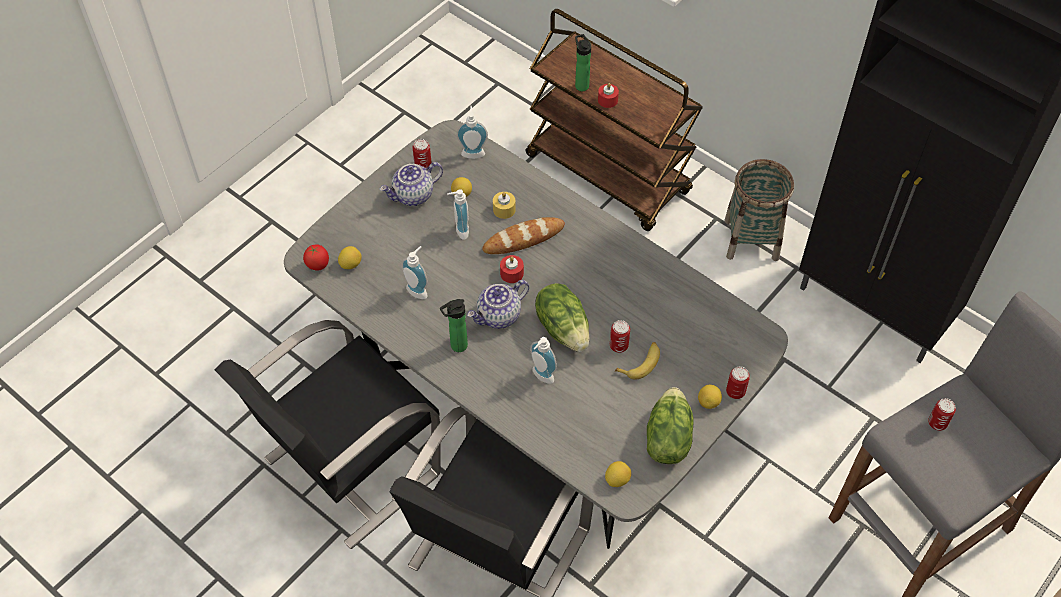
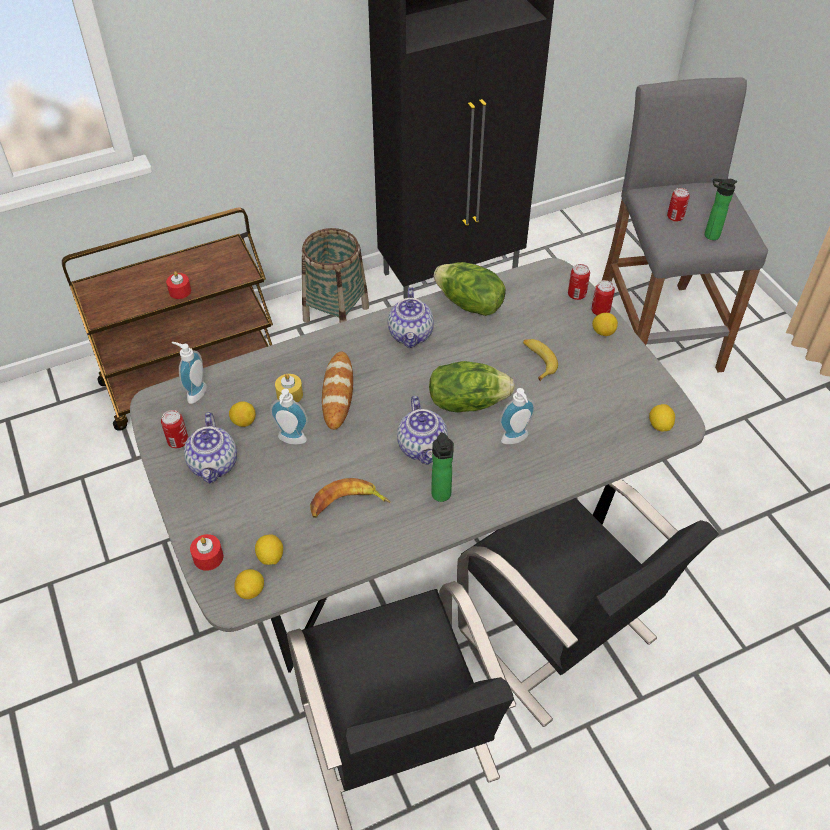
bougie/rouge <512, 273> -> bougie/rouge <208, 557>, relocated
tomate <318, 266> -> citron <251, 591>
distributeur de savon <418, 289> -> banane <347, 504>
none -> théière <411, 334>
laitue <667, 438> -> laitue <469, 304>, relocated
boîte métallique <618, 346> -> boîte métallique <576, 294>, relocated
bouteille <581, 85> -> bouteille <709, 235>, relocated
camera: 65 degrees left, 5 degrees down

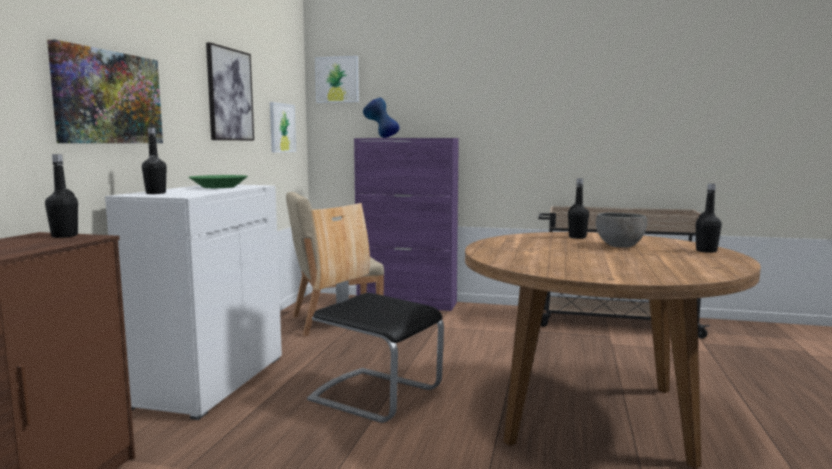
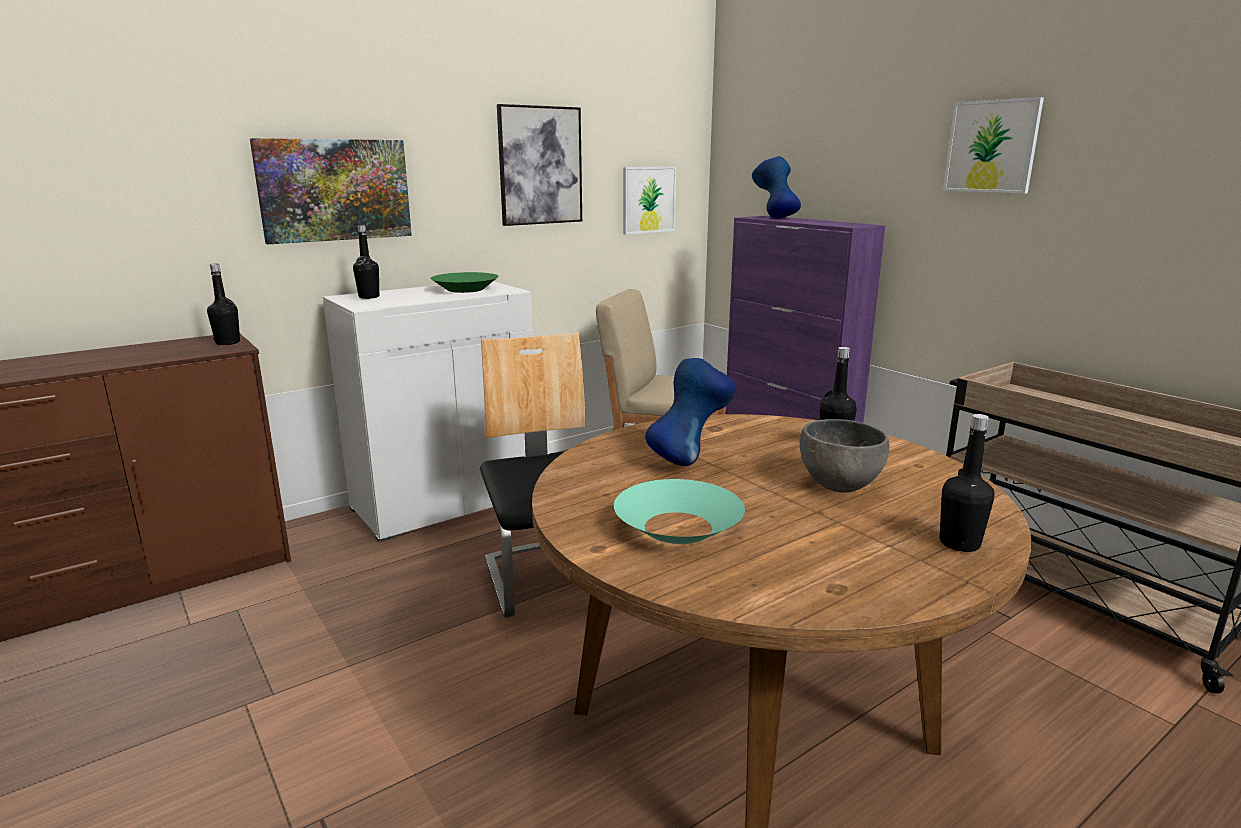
none -> bol/turquoise <678, 527>
none -> vase/bleu <688, 460>
tableau <337, 79> -> tableau <991, 146>, relocated
camera: 40 degrees right, 10 degrees up

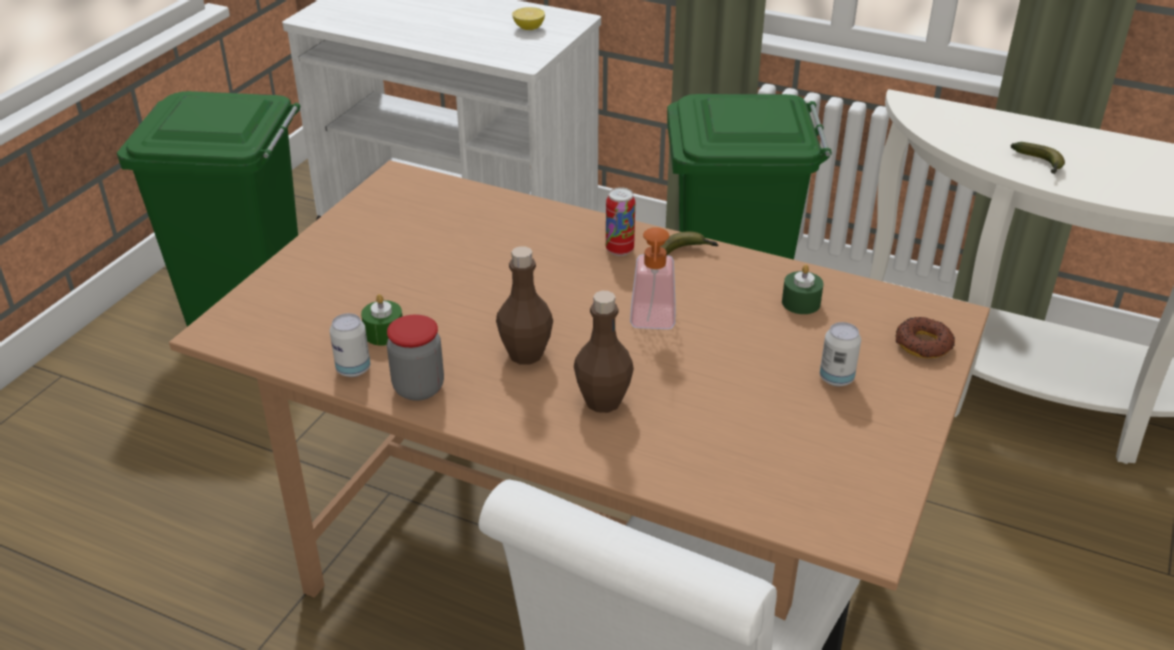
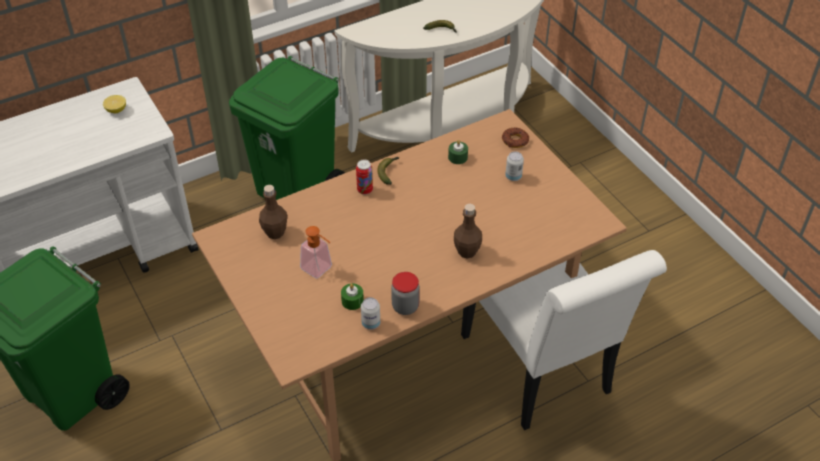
bouteille/marron <525, 354> -> bouteille/marron <275, 232>, relocated
distributeur de savon <652, 323> -> distributeur de savon <320, 270>, relocated
camera: 55 degrees left, 10 degrees up

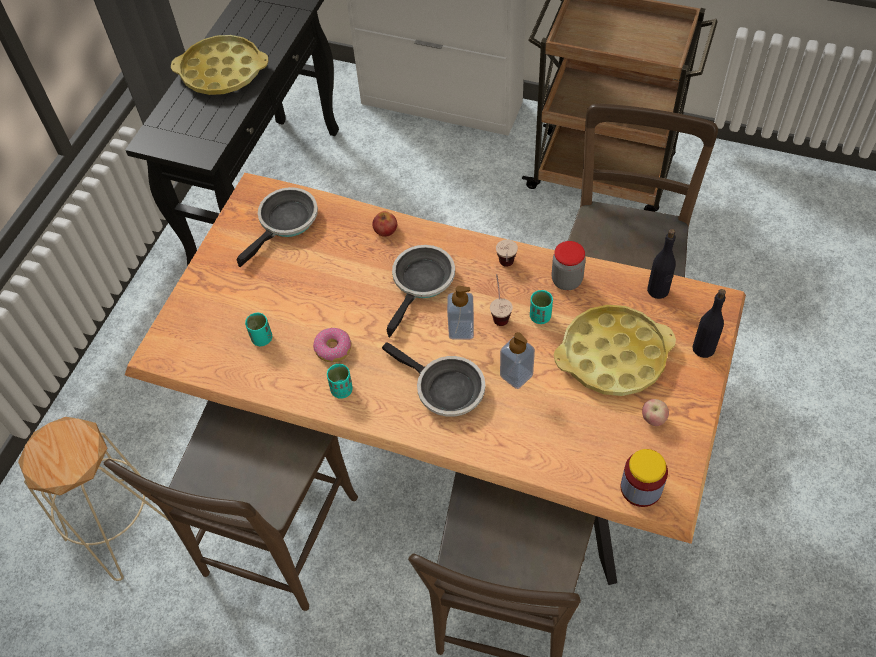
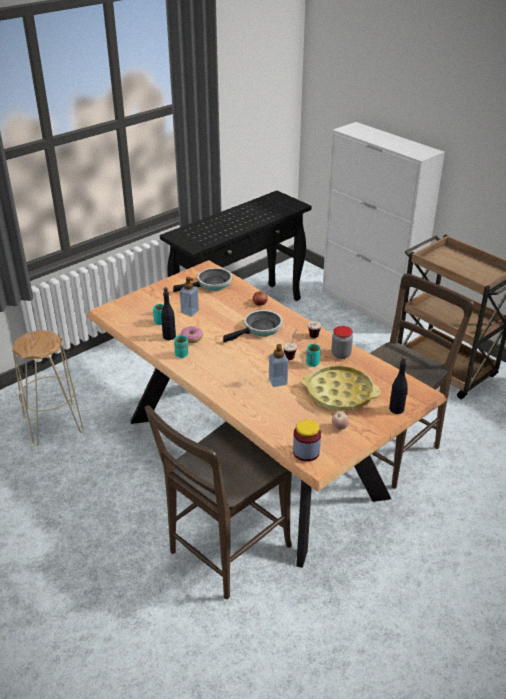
bouteille/noir <658, 290> -> bouteille/noir <169, 336>, relocated
distributeur de savon <461, 330> -> distributeur de savon <189, 312>, relocated
chaise/marron <275, 543> -> none
plateau/jaune <222, 72> -> none
poêle <445, 389> -> none
camera: 25 degrees right, 20 degrees down

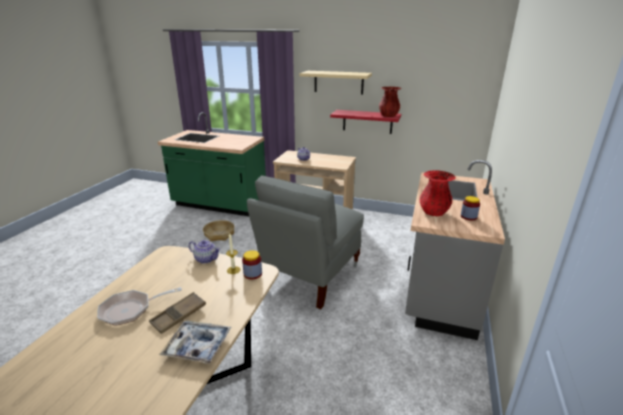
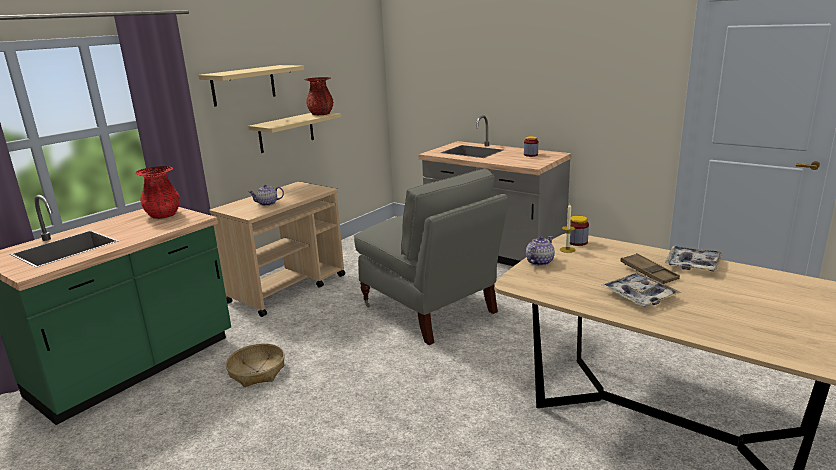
vase/rouge <433, 212> -> vase/rouge <163, 215>, relocated
étagère/rouge <367, 121> -> étagère/beige <286, 132>
poêle <130, 310> -> plateau <639, 296>
camera: 70 degrees left, 5 degrees down

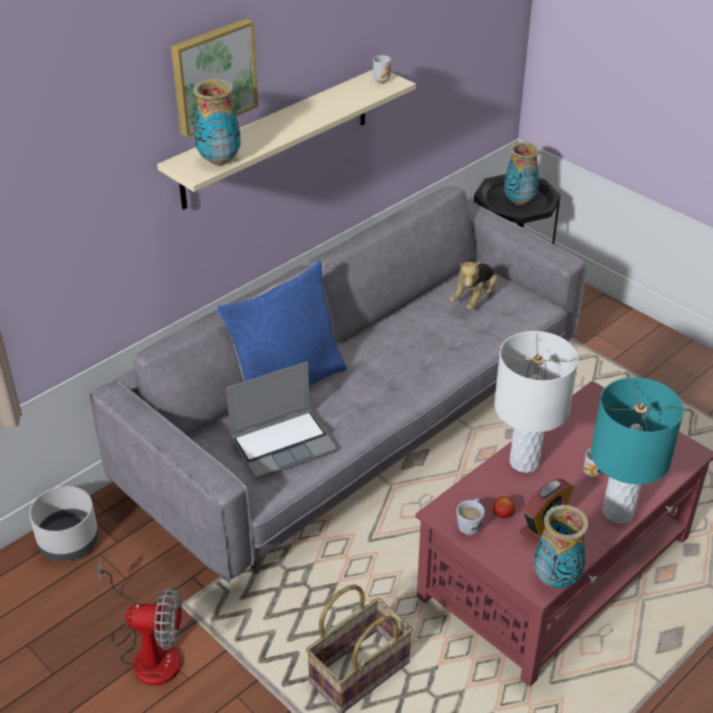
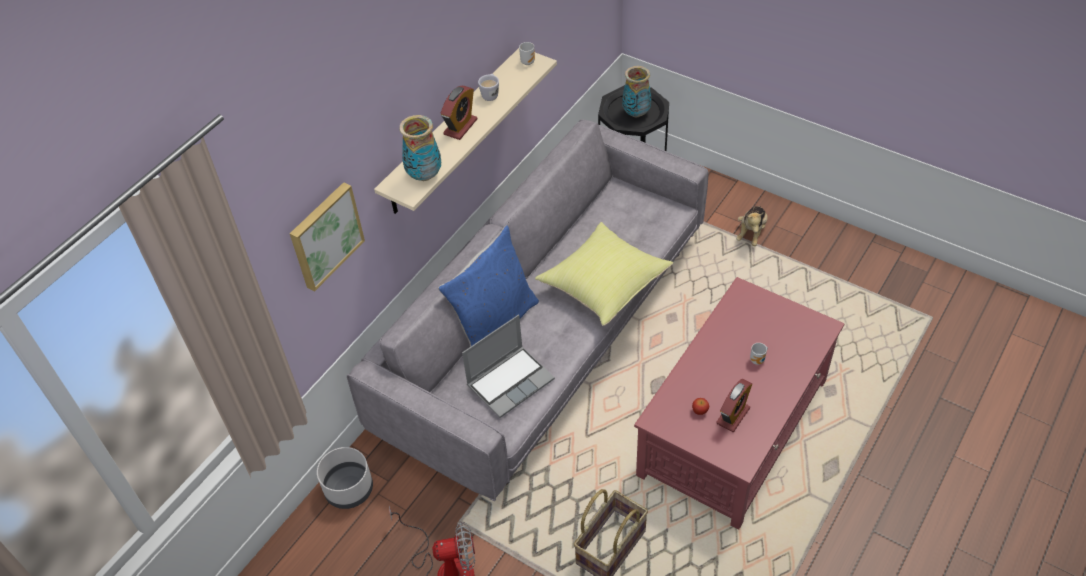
tableau <212, 76> -> tableau <325, 235>, relocated
none -> réveil <460, 127>
mug/blanc <470, 524> -> mug/blanc <490, 94>, relocated
none -> coussin/jaune <604, 284>
peluche <474, 298> -> peluche <751, 232>, relocated
lampe de table/blanc <524, 462> -> none
vase <555, 579> -> none
lampe de table/turquoise <618, 512> -> none
camera: 10 degrees left, 10 degrees up

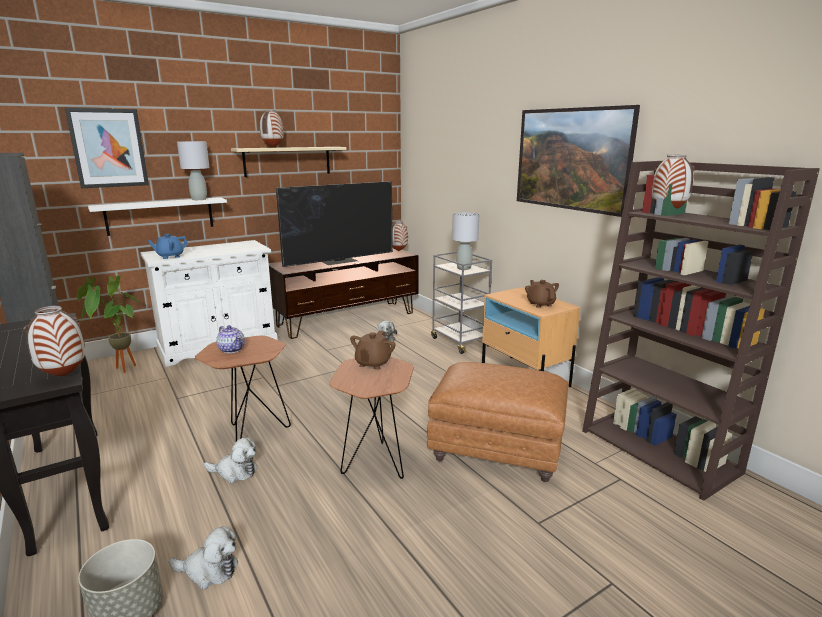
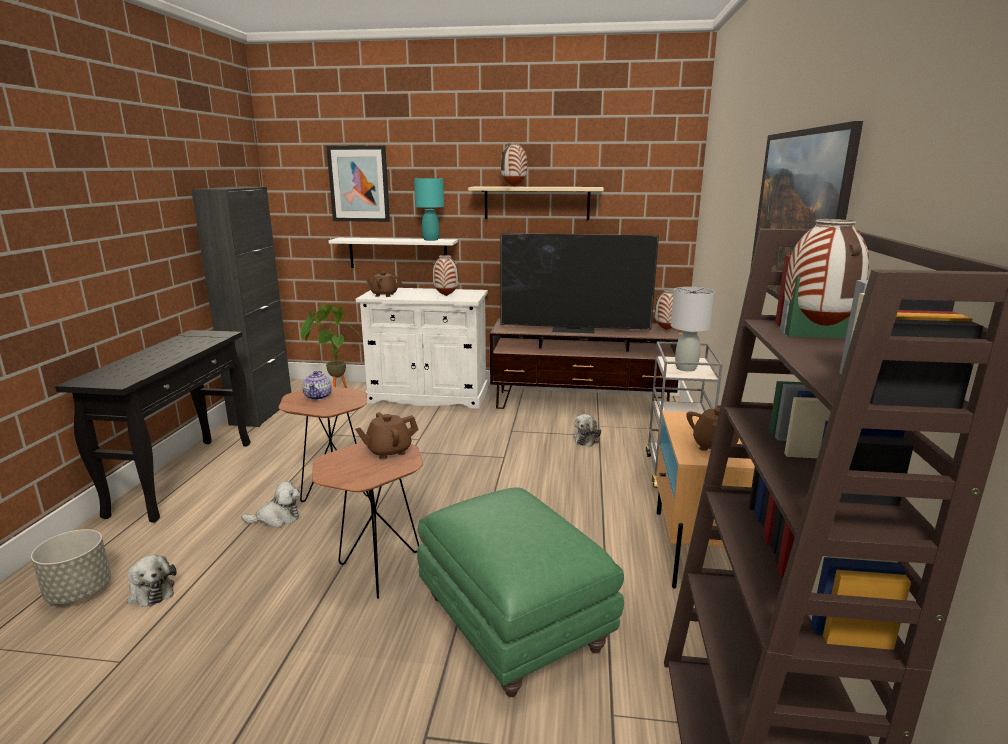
peluche <235, 472> -> peluche <277, 518>, 60 degrees counterclockwise
théière/bleu <170, 256> -> théière/marron <384, 295>
lampe de table/gris <199, 199> -> lampe de table/turquoise <431, 240>
pouf/marron <498, 450> -> pouf/vert <515, 625>
vase <64, 375> -> vase <446, 296>, relocated
camera: 40 degrees right, 0 degrees up

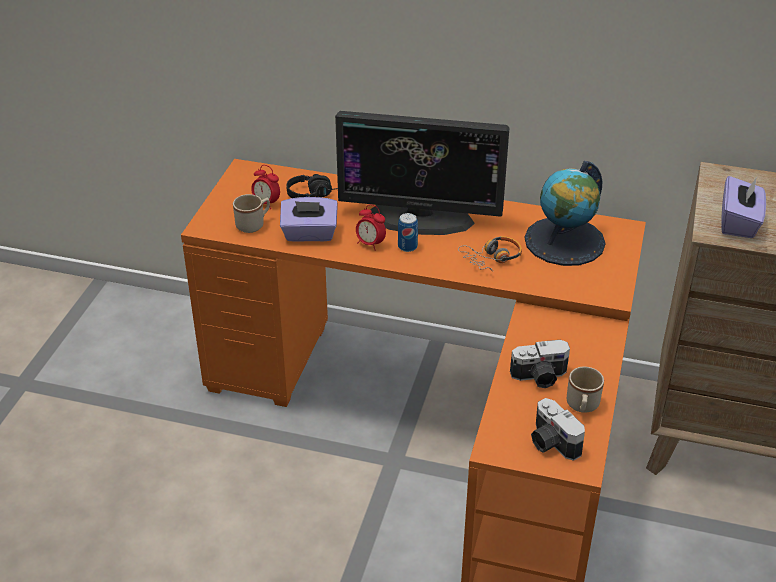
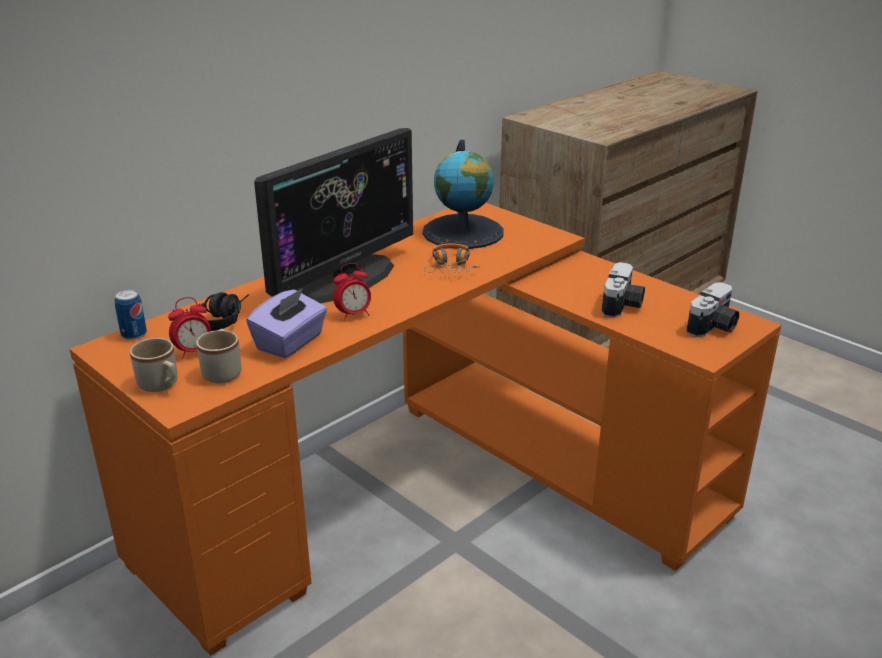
boîte métallique <407, 247> -> boîte métallique <134, 334>, relocated
mug/beige <582, 406> -> mug/beige <161, 385>, relocated
appareil photo <551, 443> -> appareil photo <714, 327>, 45 degrees counterclockwise
boîte à mouchoirs/violet <739, 223> -> none
camera: 60 degrees left, 10 degrees down

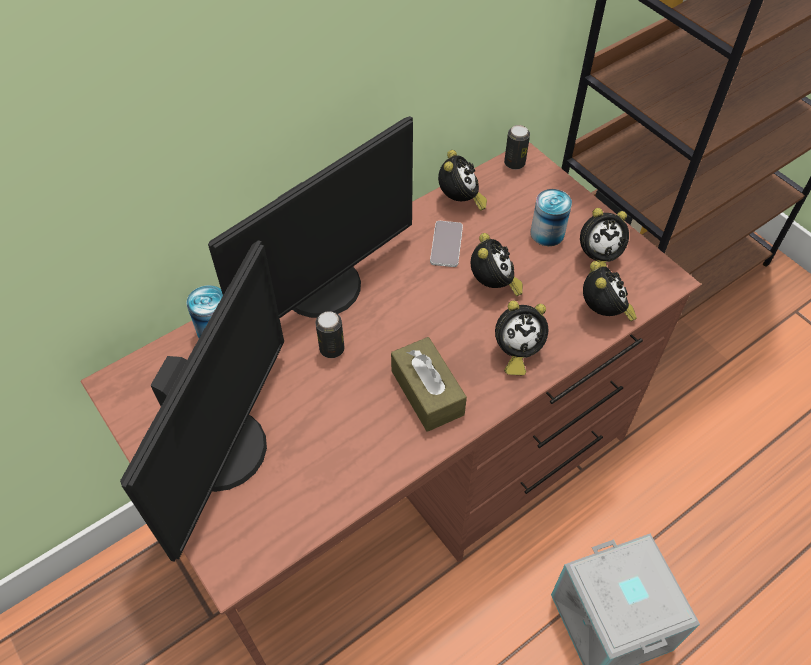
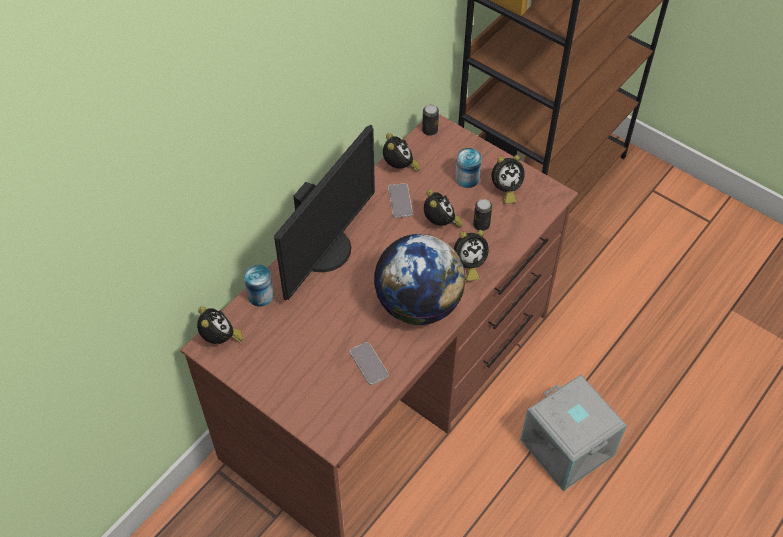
réveil <603, 312> -> réveil <220, 339>, relocated
none -> téléphone <369, 364>
boîte à mouchoirs/marron <427, 392> -> globe <419, 304>
boîte métallique <332, 349> -> boîte métallique <481, 225>, relocated
écran d'ordinateur <226, 450> -> none
camera: 15 degrees left, 0 degrees up

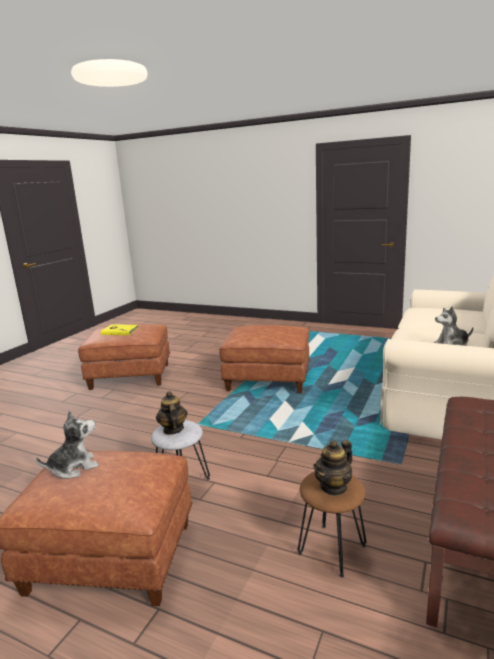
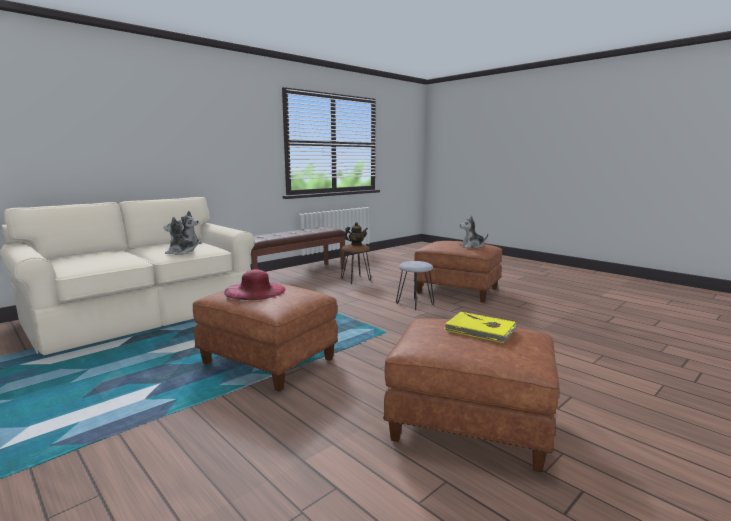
none -> peluche <181, 252>
none -> chapeau/rose <255, 291>
théière <173, 429> -> none
camera: 160 degrees left, 5 degrees down

